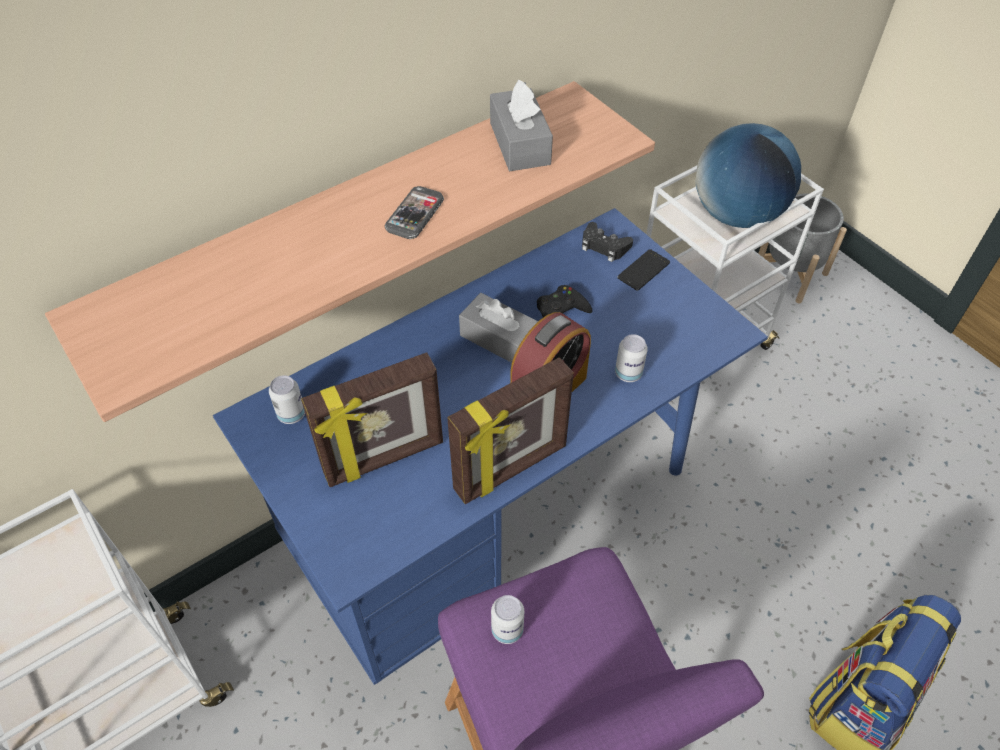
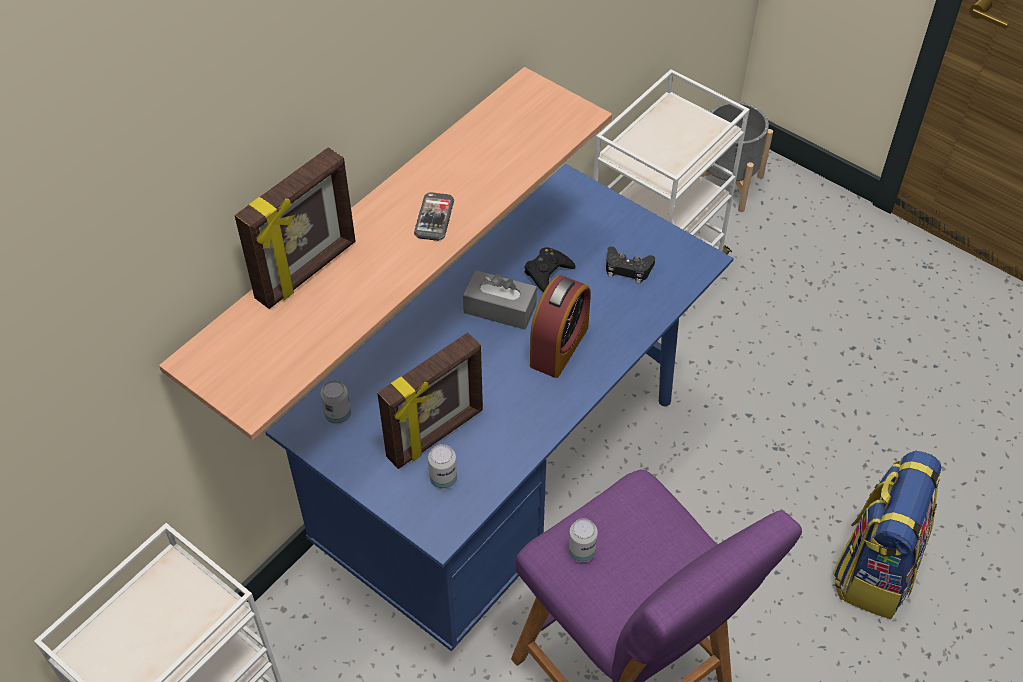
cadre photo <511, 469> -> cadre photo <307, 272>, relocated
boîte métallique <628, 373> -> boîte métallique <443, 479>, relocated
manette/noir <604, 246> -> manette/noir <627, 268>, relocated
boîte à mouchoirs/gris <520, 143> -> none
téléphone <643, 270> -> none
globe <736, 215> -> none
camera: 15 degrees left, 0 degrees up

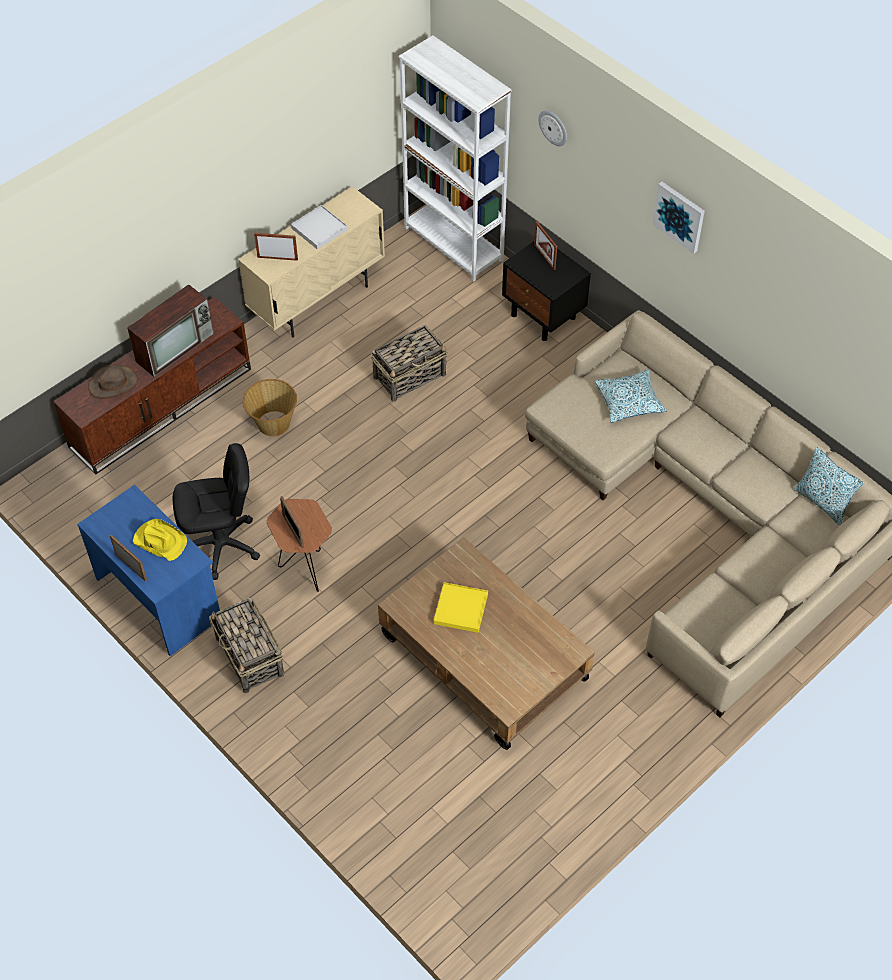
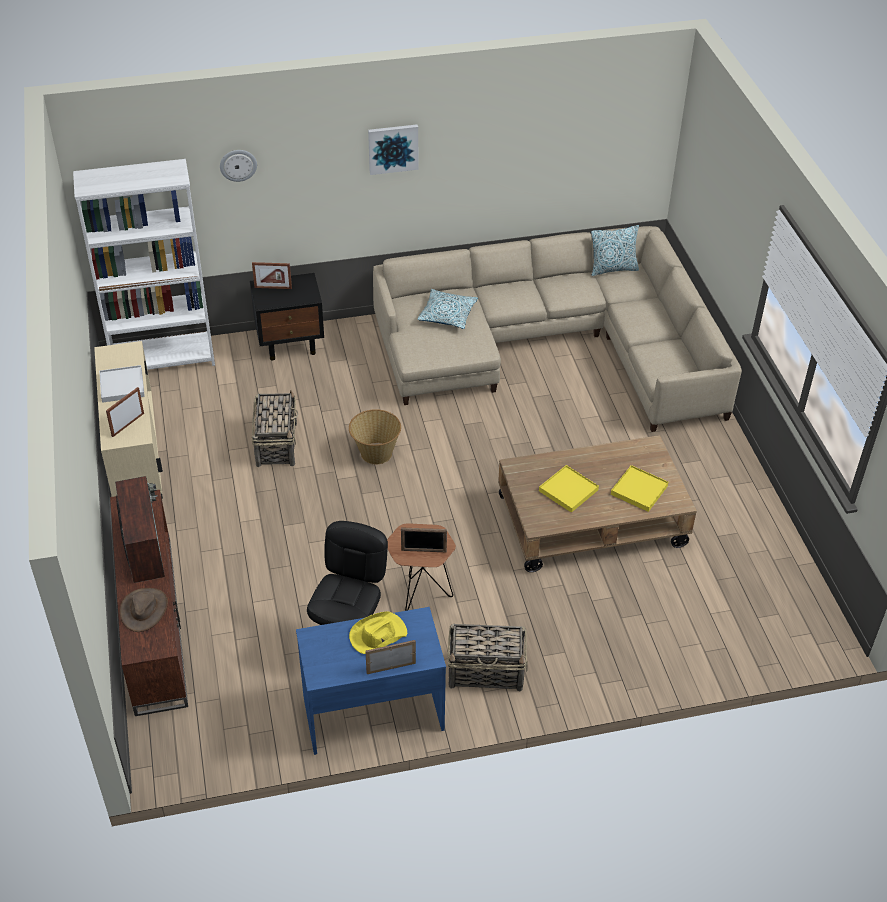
panier <273, 423> -> panier <375, 453>, relocated
none -> plateau/jaune <639, 490>
camera: 60 degrees left, 10 degrees down

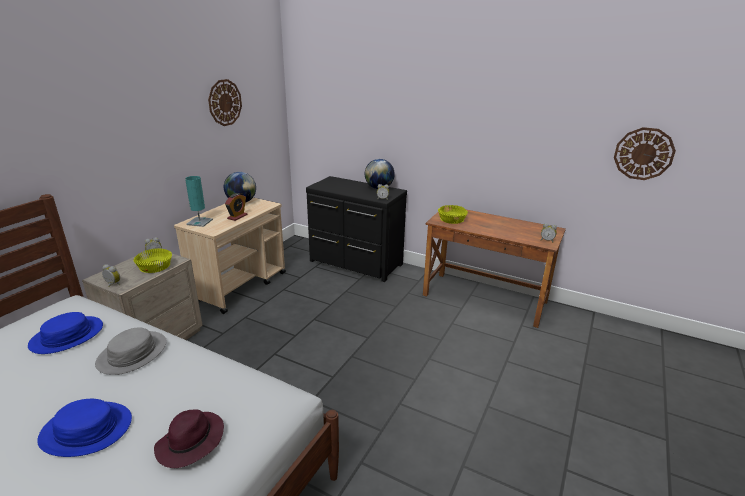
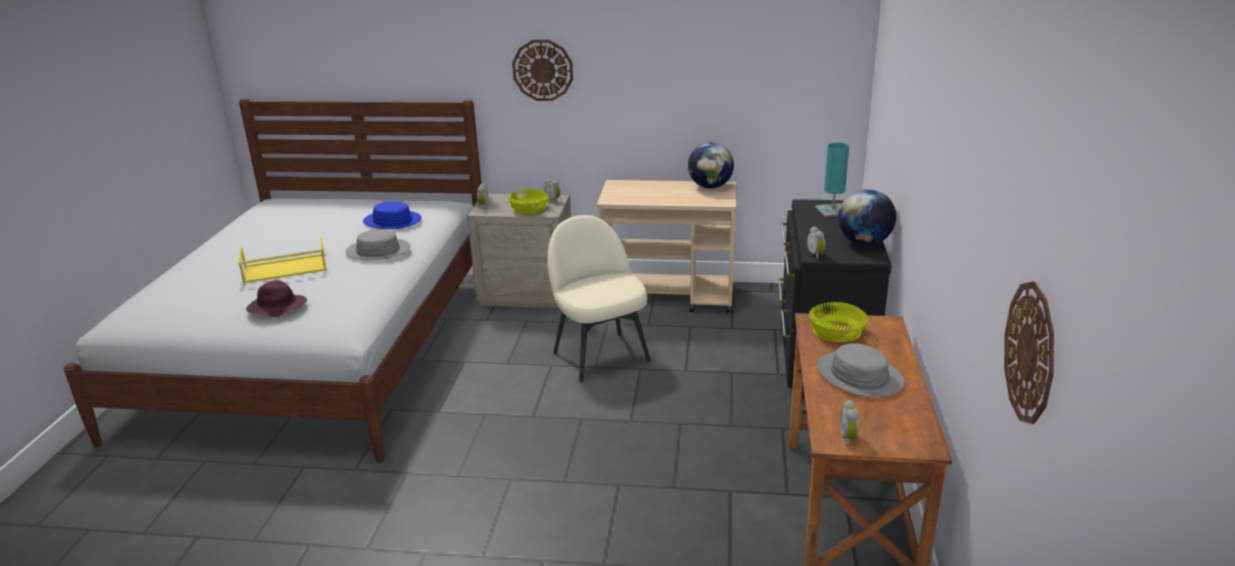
chapeau/bleu <86, 430> -> plateau/jaune <284, 269>
horloge murale <225, 102> -> horloge murale <543, 70>, relocated
none -> chaise/beige <600, 355>
lampe de table/turquoise <199, 222> -> lampe de table/turquoise <832, 211>, relocated
none -> chapeau/gris <859, 376>
réveil <237, 217> -> none
camera: 70 degrees right, 0 degrees up

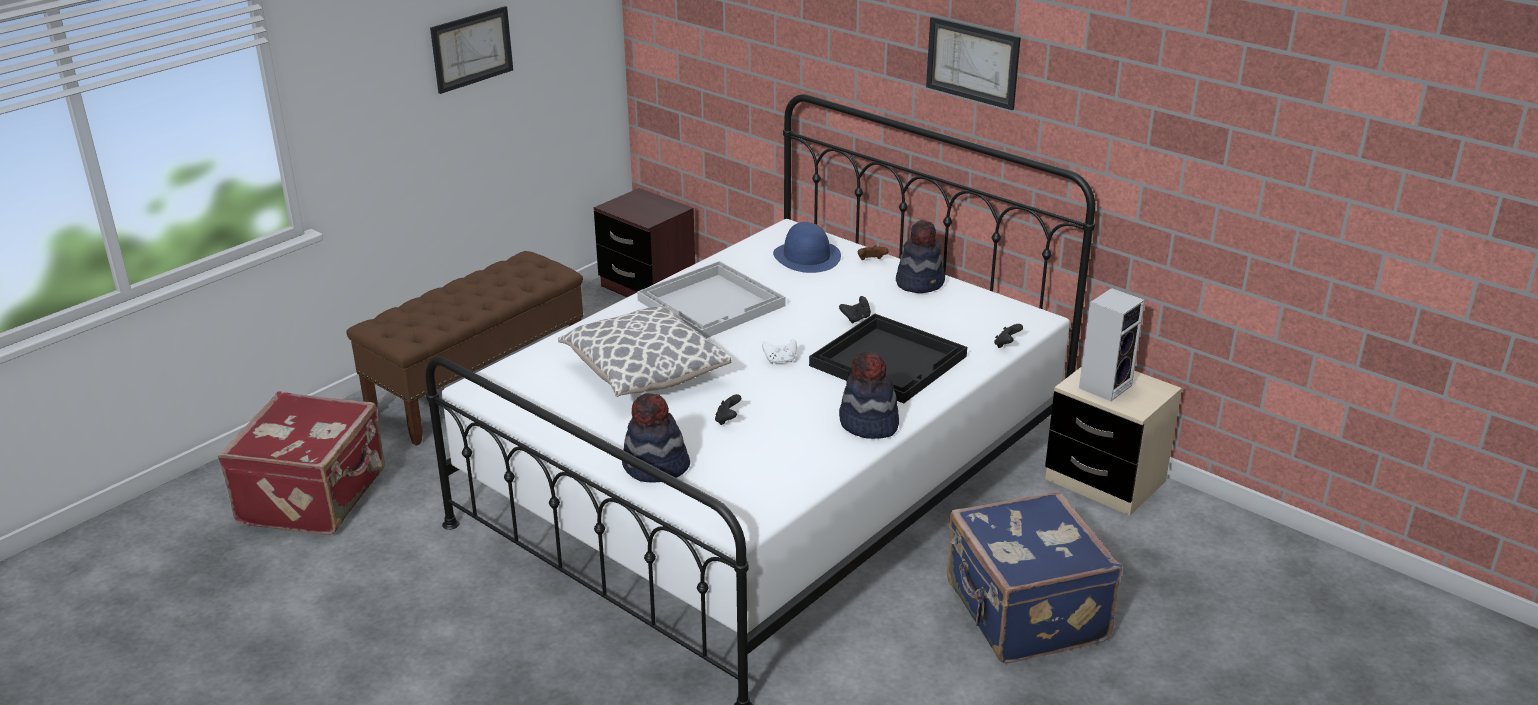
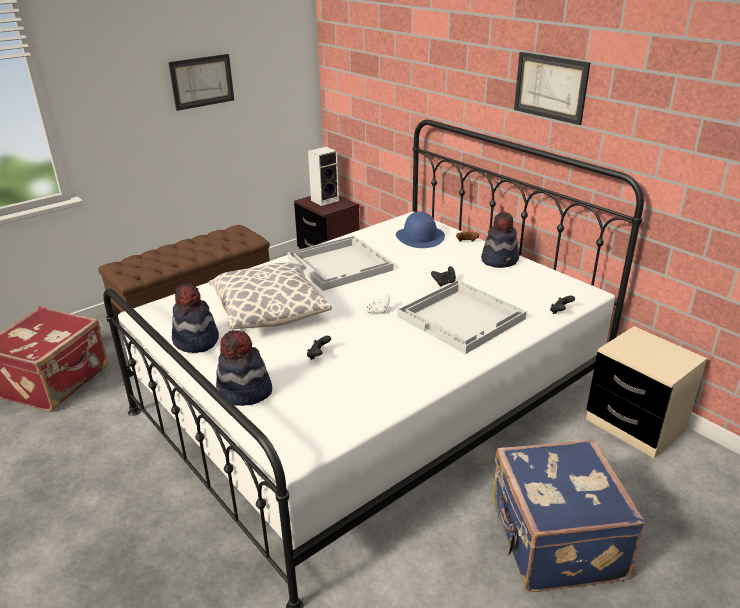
chapeau <868, 424> -> chapeau <196, 341>, relocated
enceinte <1105, 385> -> enceinte <325, 200>, relocated
plateau/noir <890, 361> -> plateau/blanc <462, 317>
camera: 10 degrees right, 0 degrees up

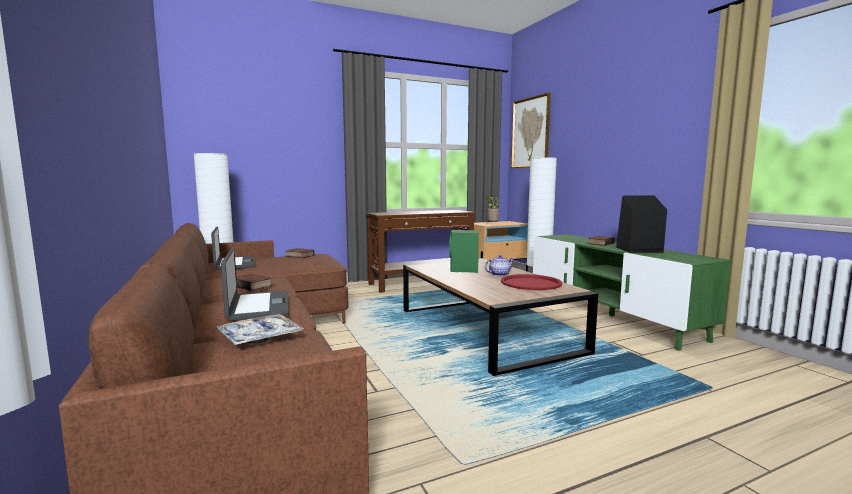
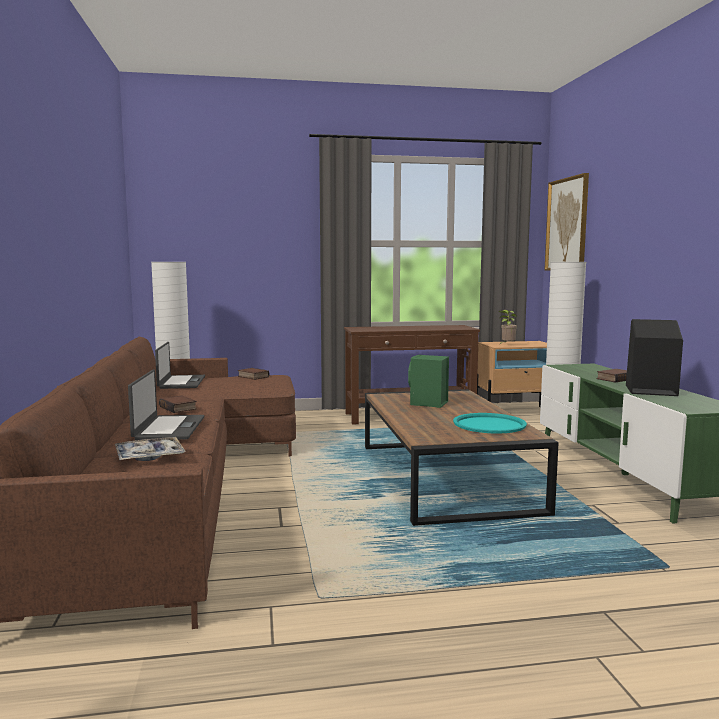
plateau/rouge <531, 283> -> plateau/turquoise <489, 424>
théière <499, 274> -> none
camera: 15 degrees right, 0 degrees up

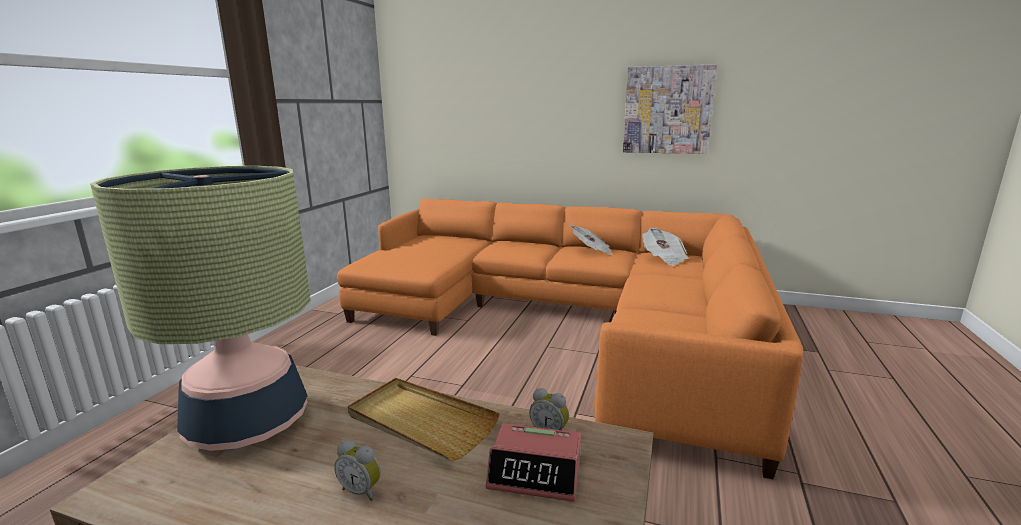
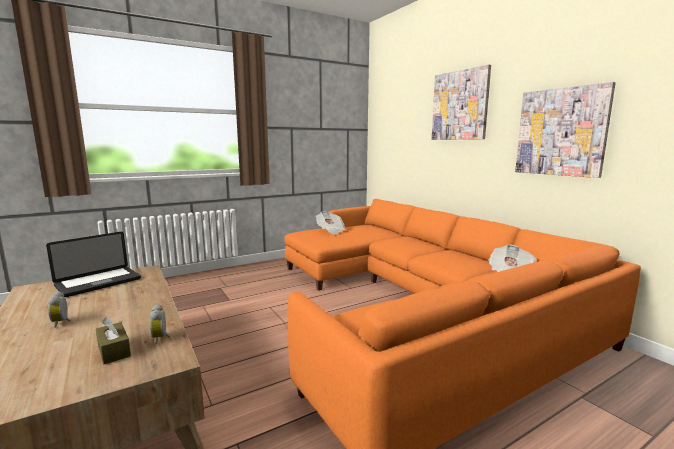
lampe de table <248, 423> -> ordinateur portable <98, 282>
réveil <536, 472> -> boîte à mouchoirs/marron <114, 350>
journal <591, 251> -> journal <330, 231>, relocated
none -> tableau <460, 105>
plateau/beige <420, 421> -> none
camera: 40 degrees right, 5 degrees down

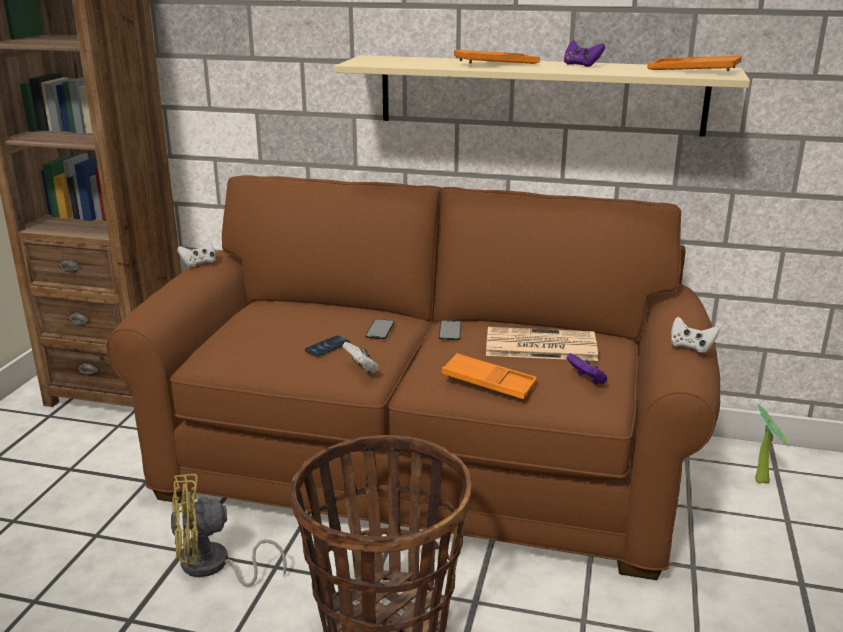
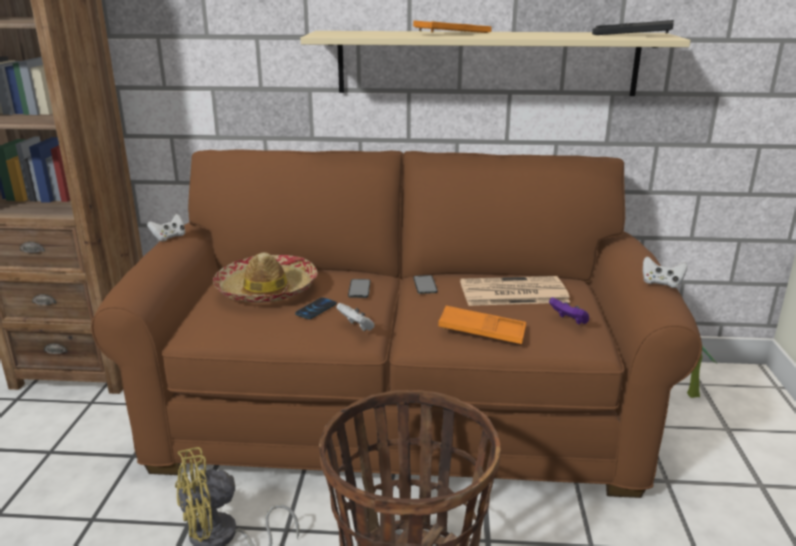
none -> chapeau <266, 290>
plateau/orange <693, 70> -> plateau/noir <632, 35>
manette/violet <581, 65> -> none
camera: 10 degrees left, 0 degrees up

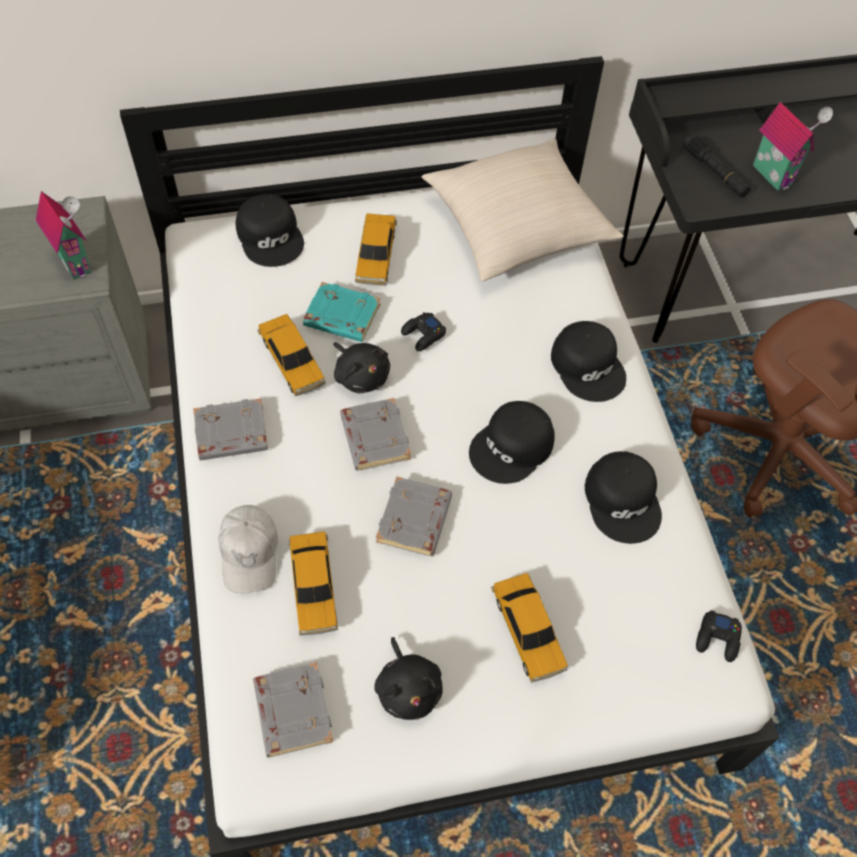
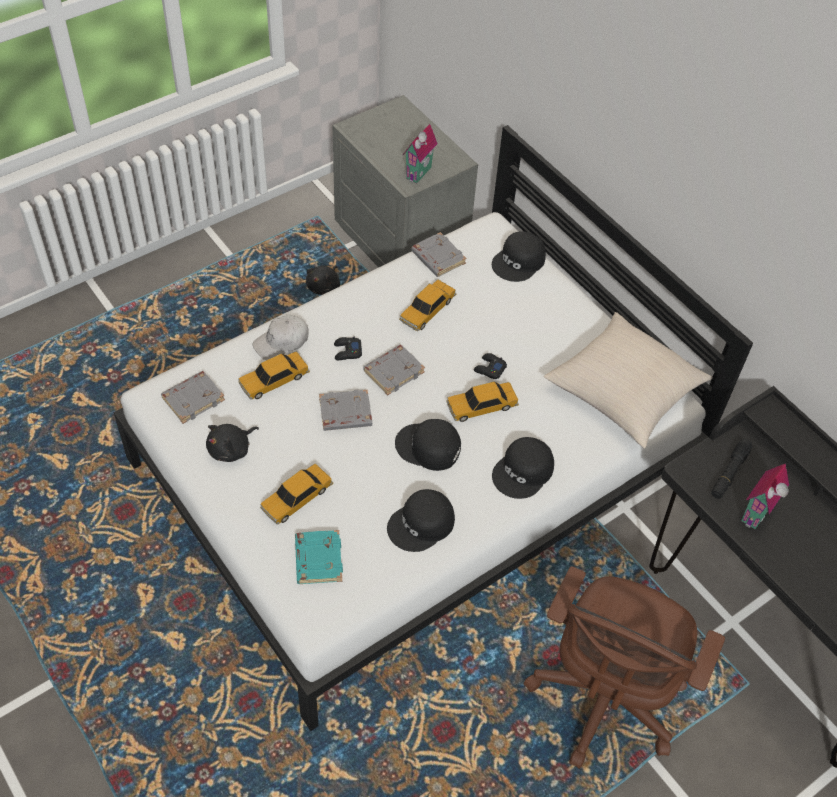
livre/turquoise <341, 317> -> livre/turquoise <317, 559>, relocated
peluche/noir <361, 375> -> peluche/noir <324, 286>, relocated
manette/noir <717, 639> -> manette/noir <347, 351>, relocated
livre/gris <231, 434> -> livre/gris <437, 258>, relocated
petite voiture <376, 256> -> petite voiture <481, 406>, relocated
camera: 65 degrees right, 5 degrees down

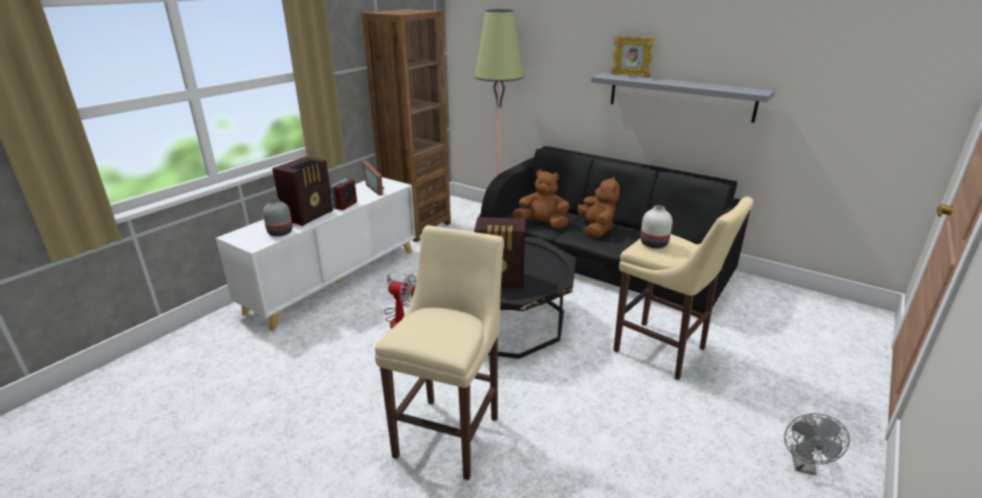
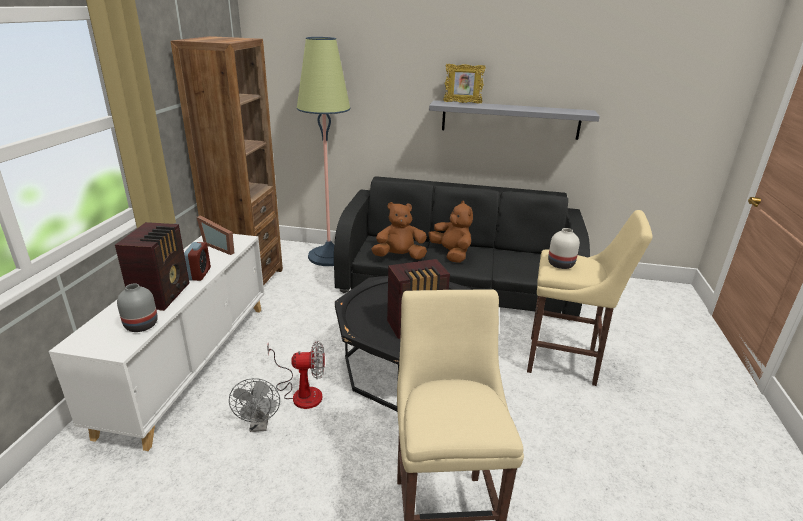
ventilateur/gris <804, 466> -> ventilateur/gris <259, 425>, relocated
camera: 25 degrees left, 0 degrees up

